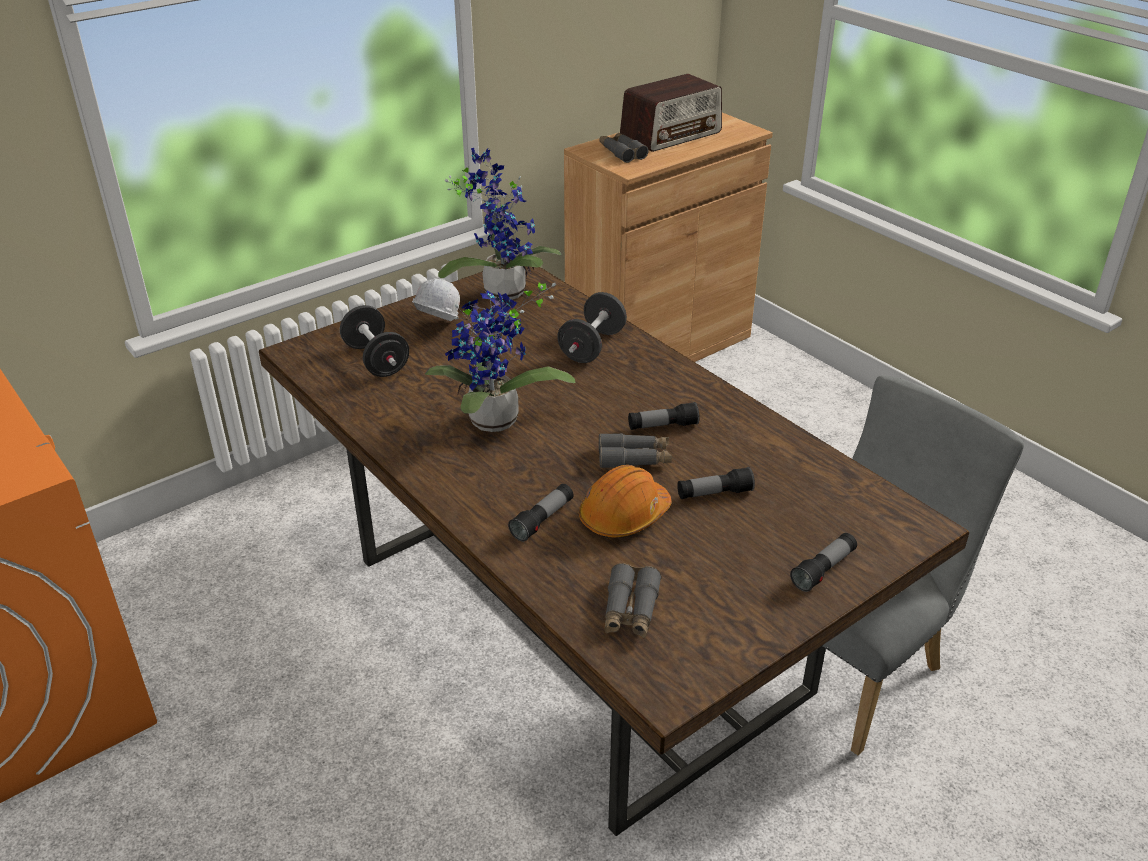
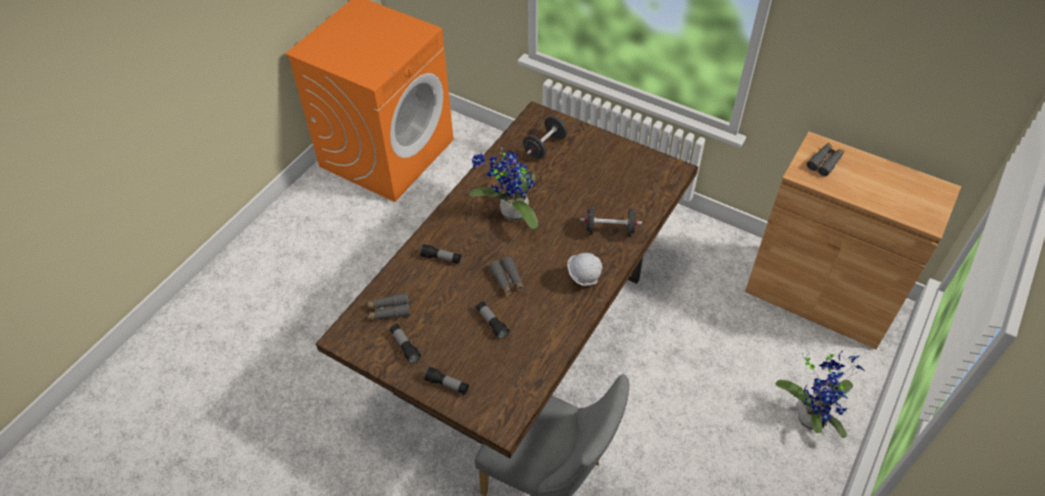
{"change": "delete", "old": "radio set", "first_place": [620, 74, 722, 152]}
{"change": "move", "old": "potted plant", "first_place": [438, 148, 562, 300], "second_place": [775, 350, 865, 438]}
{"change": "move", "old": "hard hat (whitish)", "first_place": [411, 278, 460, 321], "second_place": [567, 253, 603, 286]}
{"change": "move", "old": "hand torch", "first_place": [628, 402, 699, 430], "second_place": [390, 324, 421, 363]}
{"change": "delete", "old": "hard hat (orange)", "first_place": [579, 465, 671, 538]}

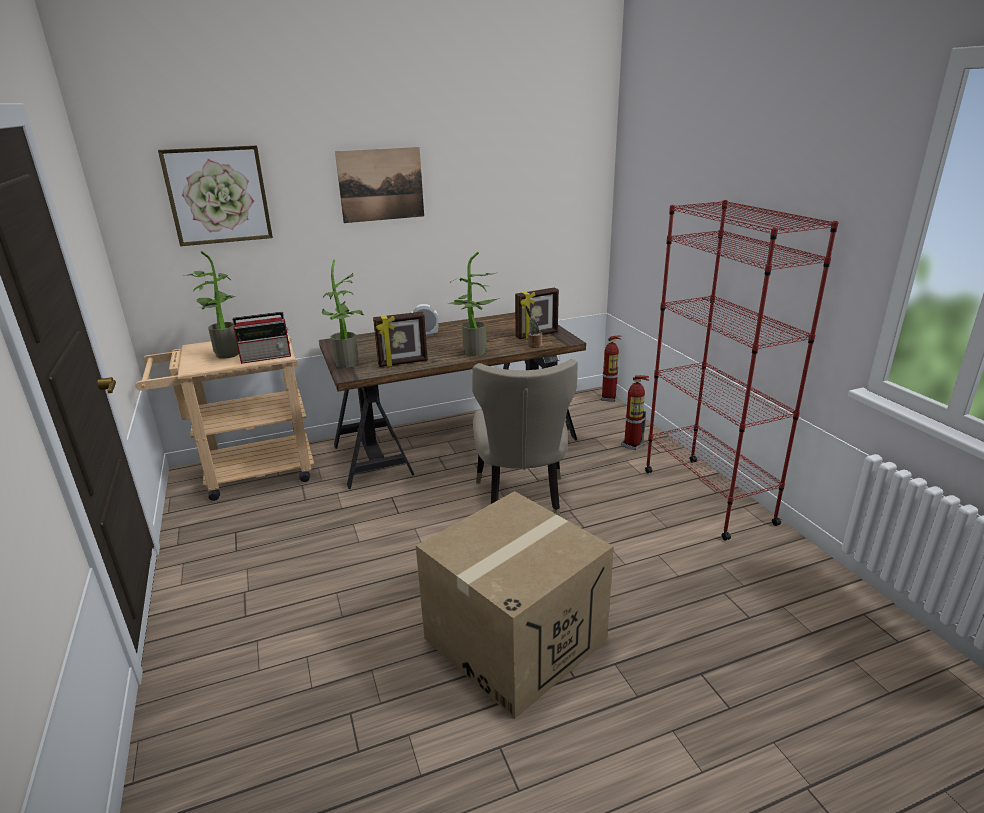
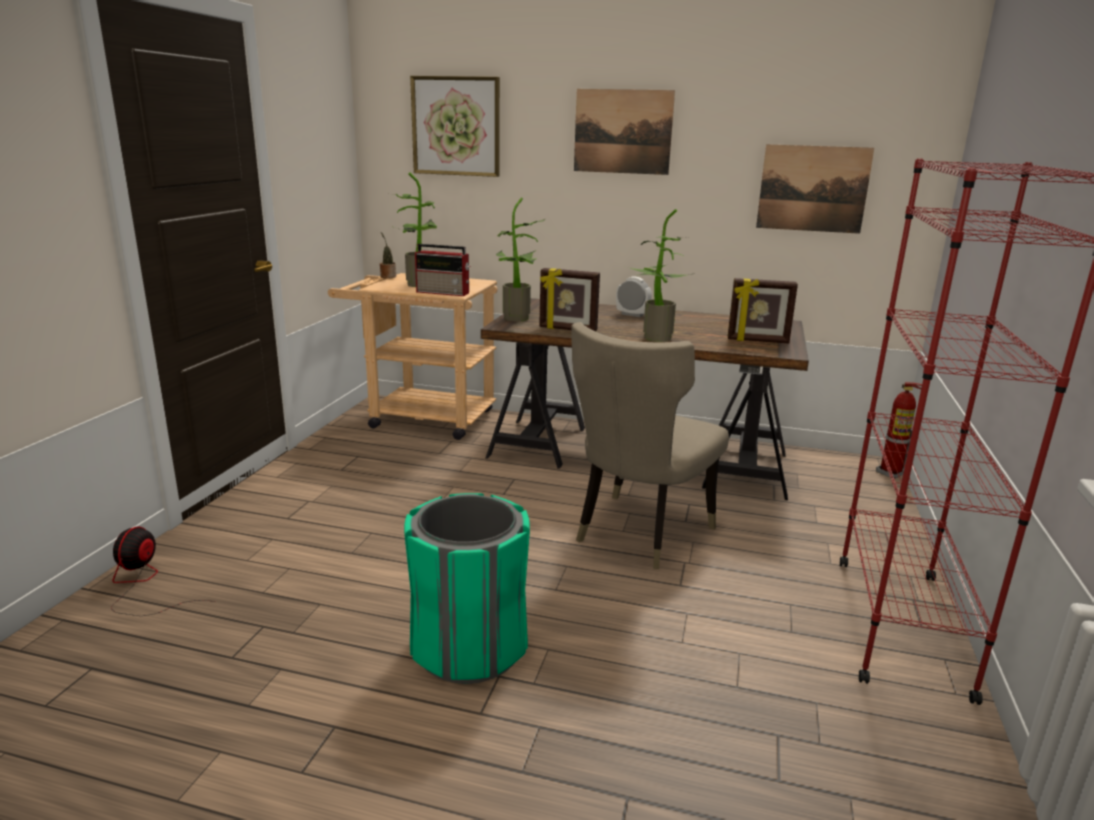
{"change": "move", "old": "potted plant", "first_place": [525, 306, 542, 348], "second_place": [380, 232, 396, 278]}
{"change": "delete", "old": "extinguisher", "first_place": [621, 375, 649, 450]}
{"change": "replace", "old": "packing box", "new": "waste bin (green-coloured)", "first_place": [416, 491, 614, 719], "second_place": [404, 493, 530, 684]}
{"change": "insert", "new": "wall picture", "second_place": [756, 144, 874, 234]}
{"change": "insert", "new": "fan", "second_place": [111, 526, 216, 616]}

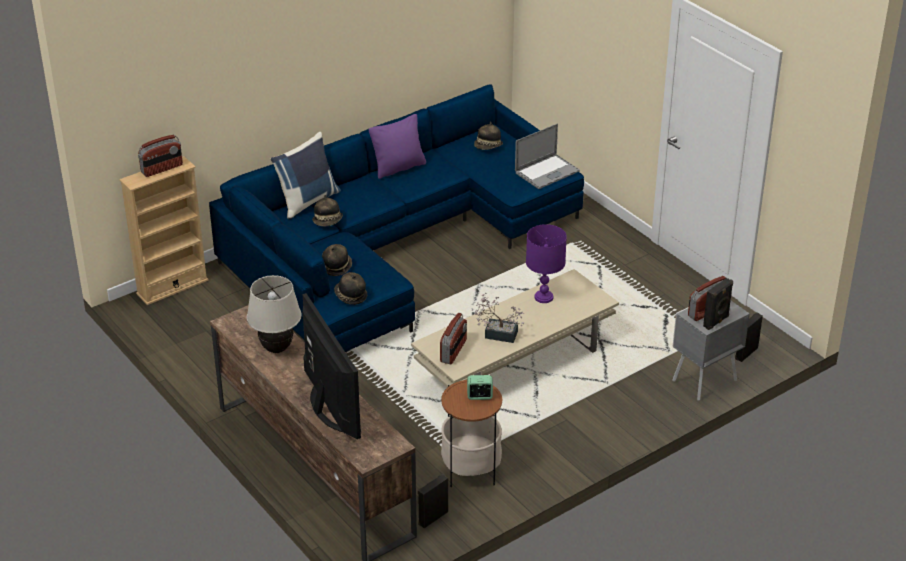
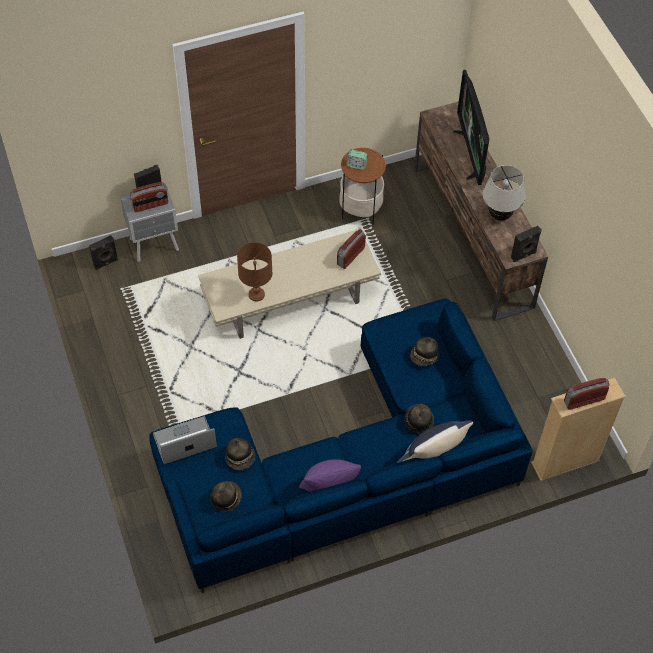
{"change": "recolor", "old": "table lamp (purple)", "new": "table lamp (brownish)", "first_place": [526, 224, 567, 303], "second_place": [237, 242, 272, 301]}
{"change": "move", "old": "hat", "first_place": [334, 272, 367, 305], "second_place": [225, 438, 255, 470]}
{"change": "delete", "old": "potted plant", "first_place": [475, 293, 525, 343]}
{"change": "move", "old": "loudspeaker (black)", "first_place": [418, 474, 448, 528], "second_place": [511, 226, 542, 262]}

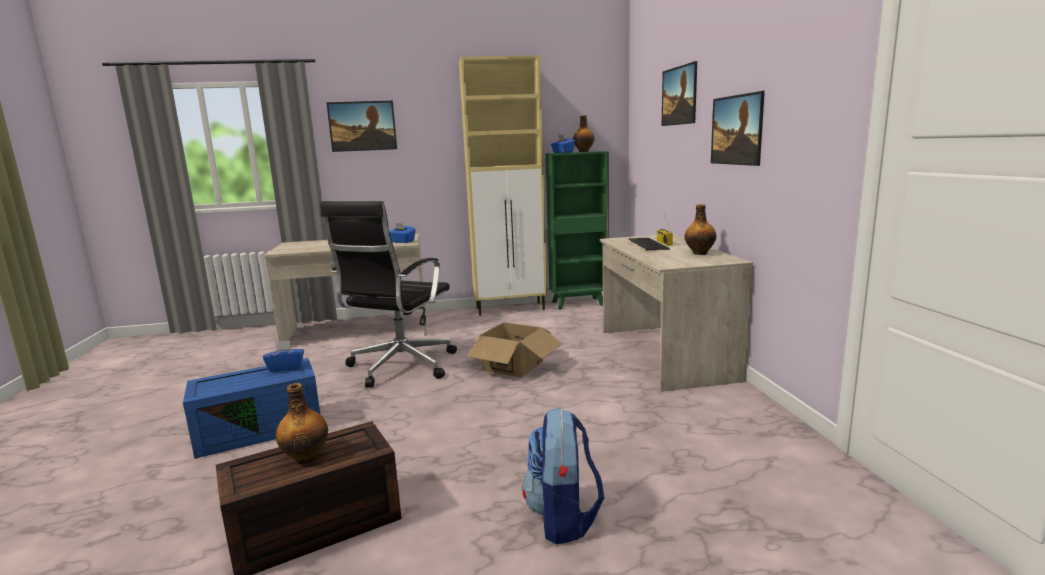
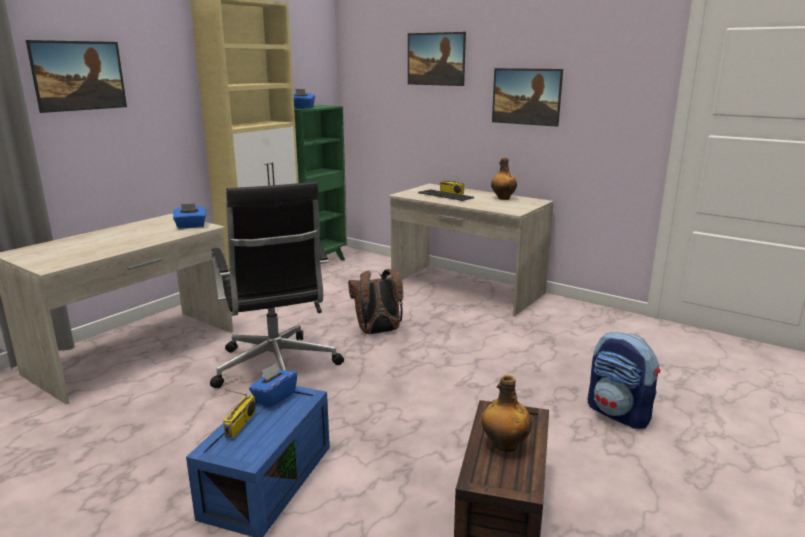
{"change": "delete", "old": "bottle", "first_place": [573, 115, 595, 152]}
{"change": "replace", "old": "packing box", "new": "rucksack (brownish)", "first_place": [463, 322, 562, 378], "second_place": [348, 269, 403, 334]}
{"change": "insert", "new": "radio set", "second_place": [223, 389, 256, 438]}

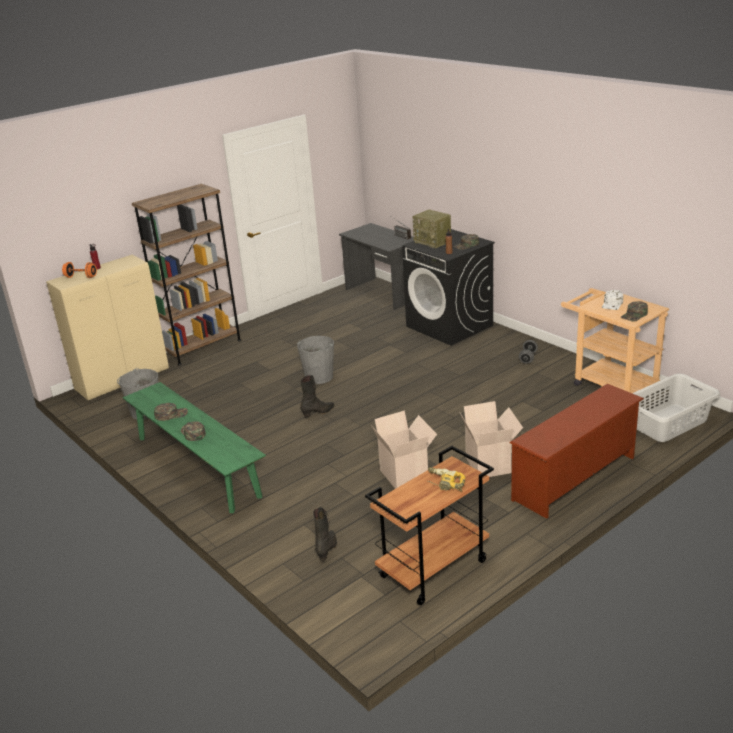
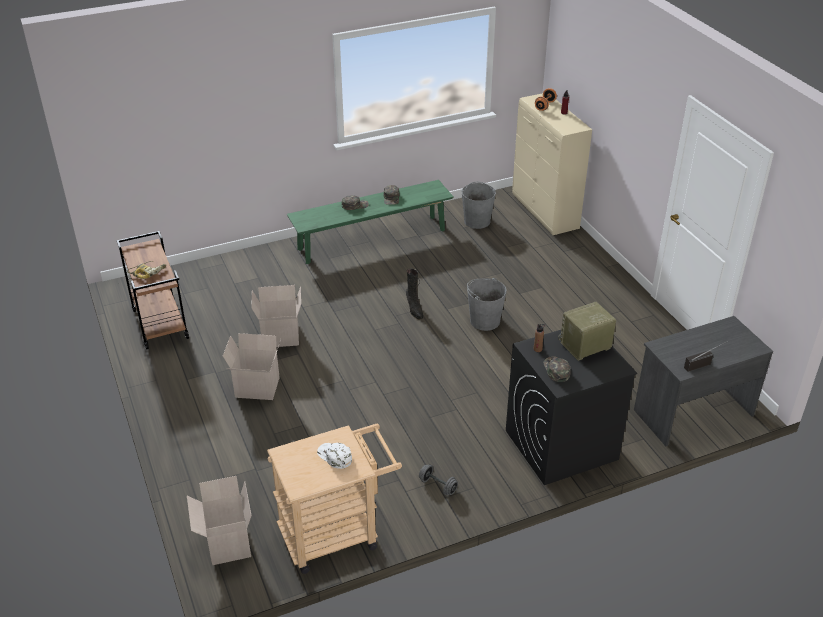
{"change": "delete", "old": "bookcase (brownish)", "first_place": [132, 184, 241, 365]}
{"change": "delete", "old": "baseball cap (green-coloured)", "first_place": [621, 301, 648, 322]}
{"change": "replace", "old": "washing basket (greyish)", "new": "packing box", "first_place": [632, 374, 720, 442], "second_place": [187, 476, 252, 565]}
{"change": "delete", "old": "shoe shelf (brownish)", "first_place": [509, 384, 644, 519]}
{"change": "delete", "old": "high-top boot (black)", "first_place": [313, 507, 337, 561]}

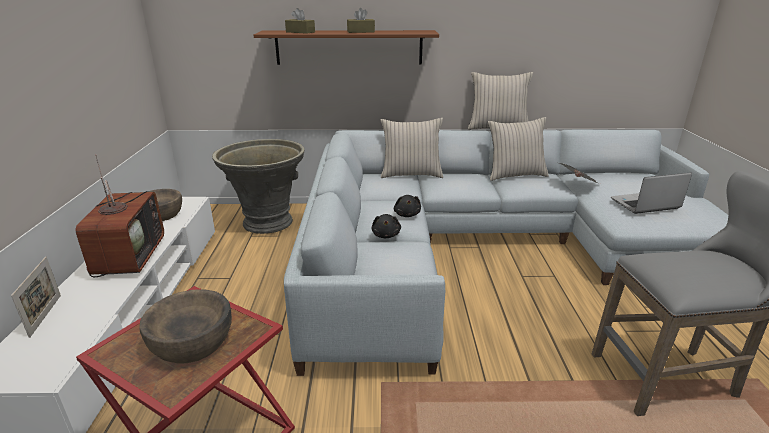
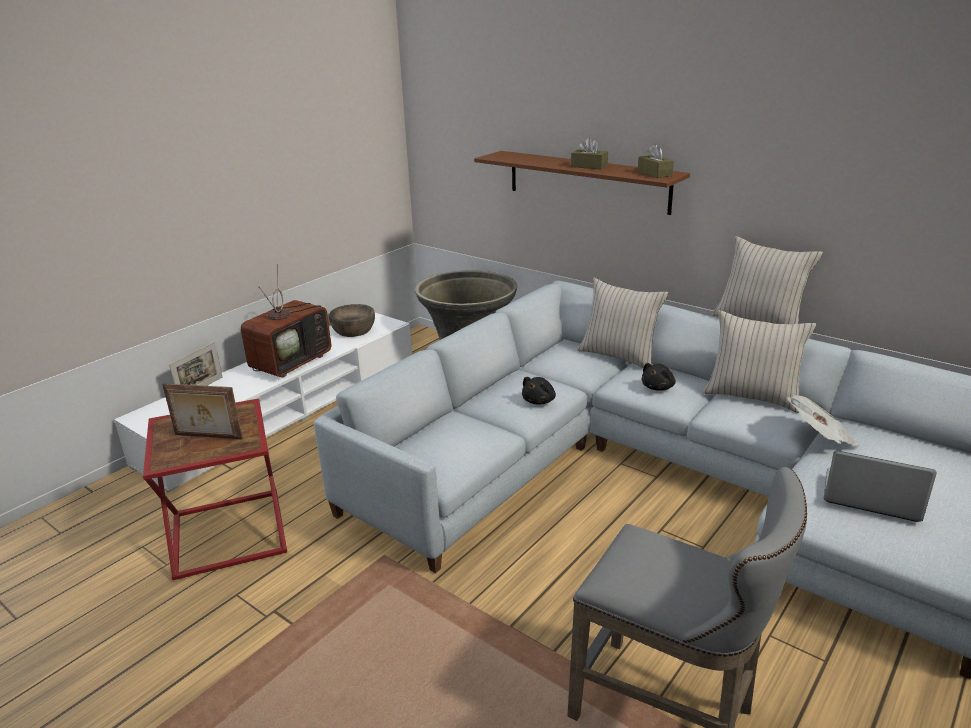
{"change": "move", "old": "tissue holder (brownish)", "first_place": [285, 8, 315, 34], "second_place": [638, 144, 674, 178]}
{"change": "move", "old": "soft toy (black)", "first_place": [371, 214, 401, 238], "second_place": [641, 363, 676, 391]}
{"change": "replace", "old": "bowl (brownish)", "new": "standing frame", "first_place": [139, 289, 232, 364], "second_place": [162, 383, 243, 439]}

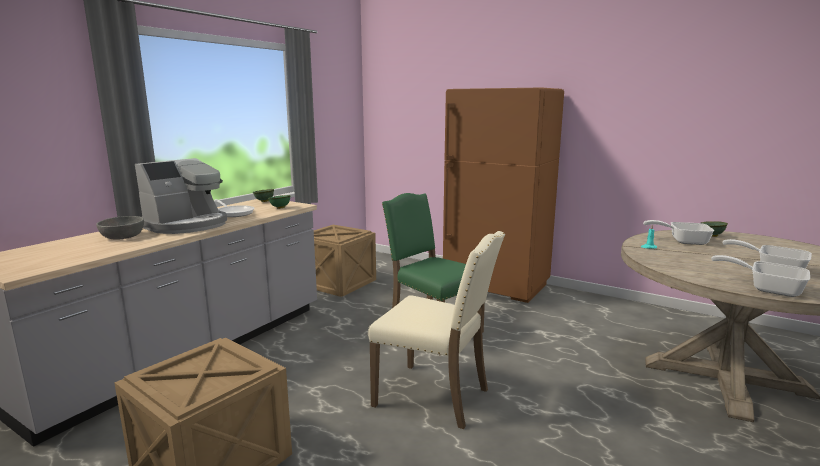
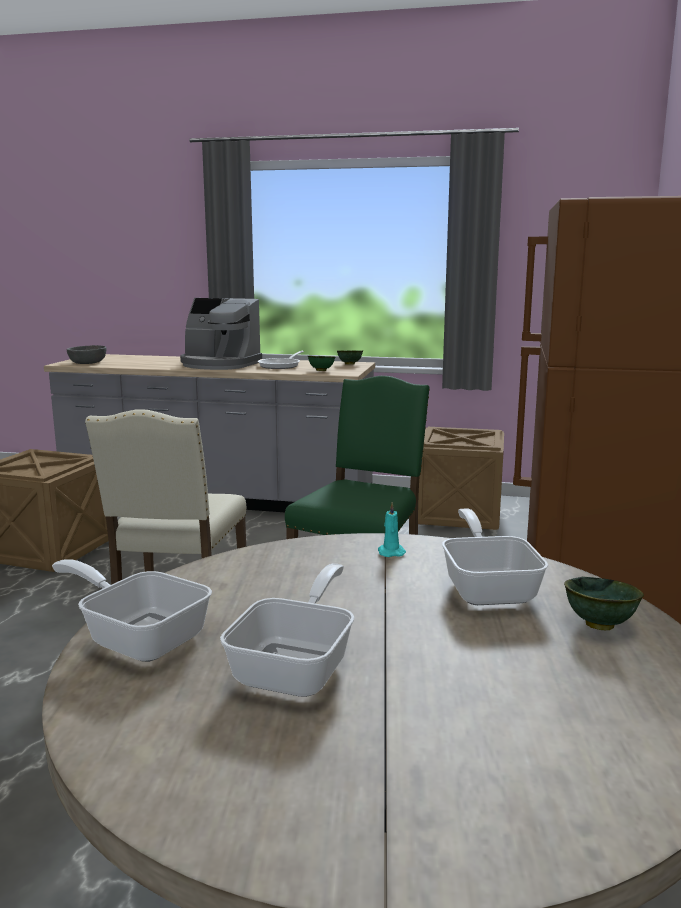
{"change": "move", "old": "bowl (greyish)", "first_place": [96, 216, 144, 240], "second_place": [66, 345, 107, 364]}
{"change": "rotate", "old": "skillet", "first_place": [711, 255, 810, 297], "second_place": [52, 559, 212, 662], "degrees": -75}

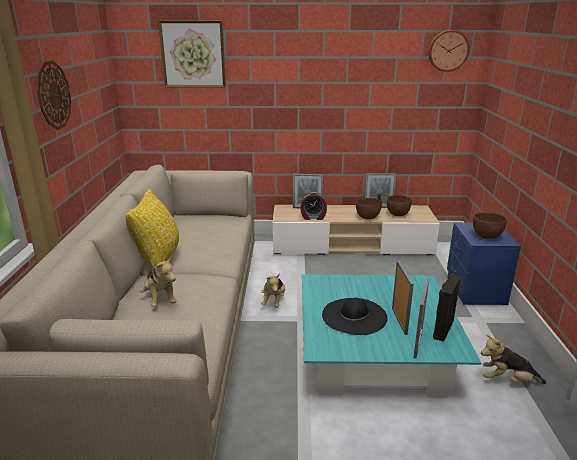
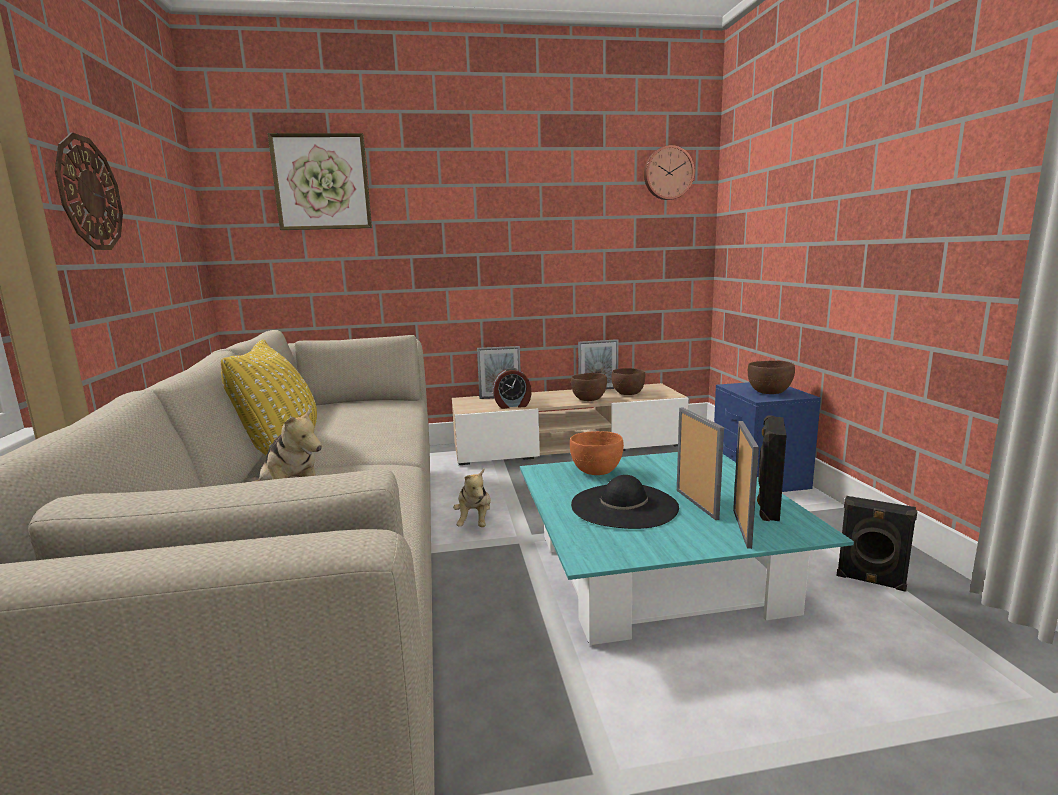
{"change": "replace", "old": "soft toy", "new": "loudspeaker (black)", "first_place": [481, 334, 546, 384], "second_place": [836, 496, 917, 592]}
{"change": "insert", "new": "bowl (orange)", "second_place": [570, 431, 624, 475]}

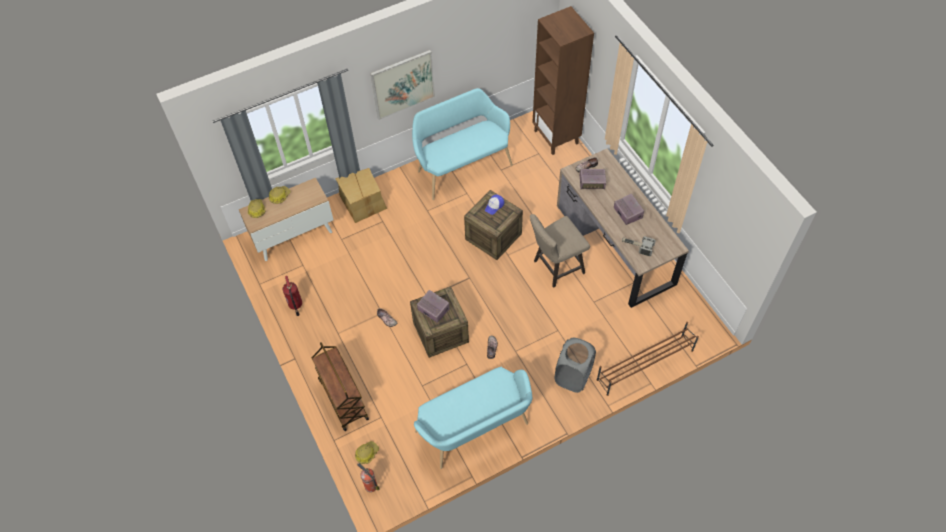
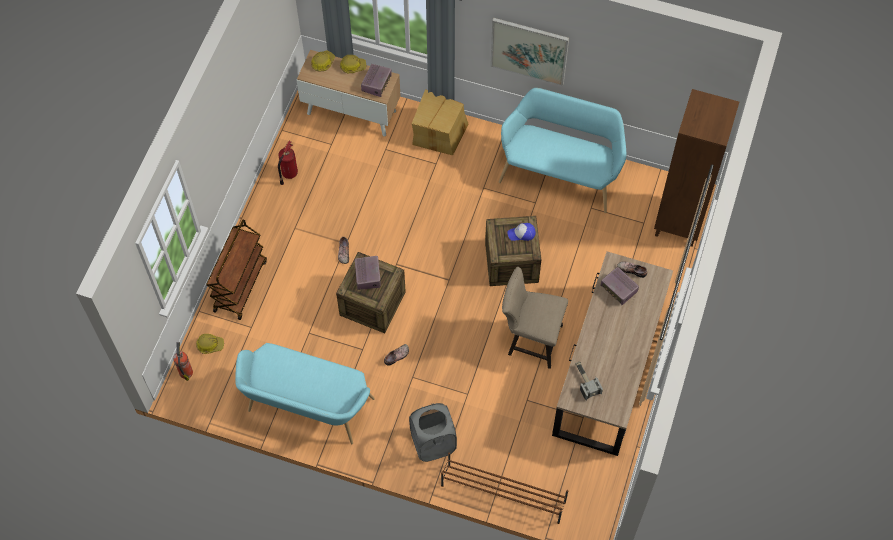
{"change": "move", "old": "radio set", "first_place": [614, 194, 644, 225], "second_place": [361, 64, 392, 97]}

